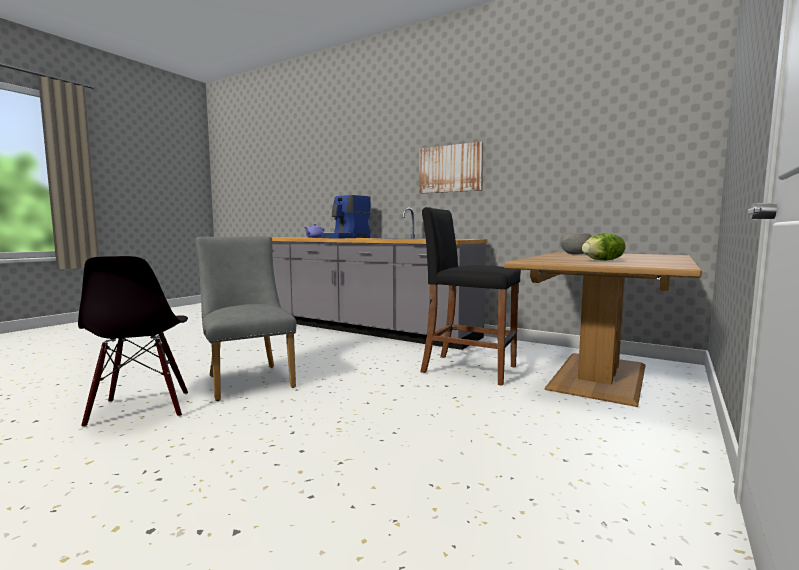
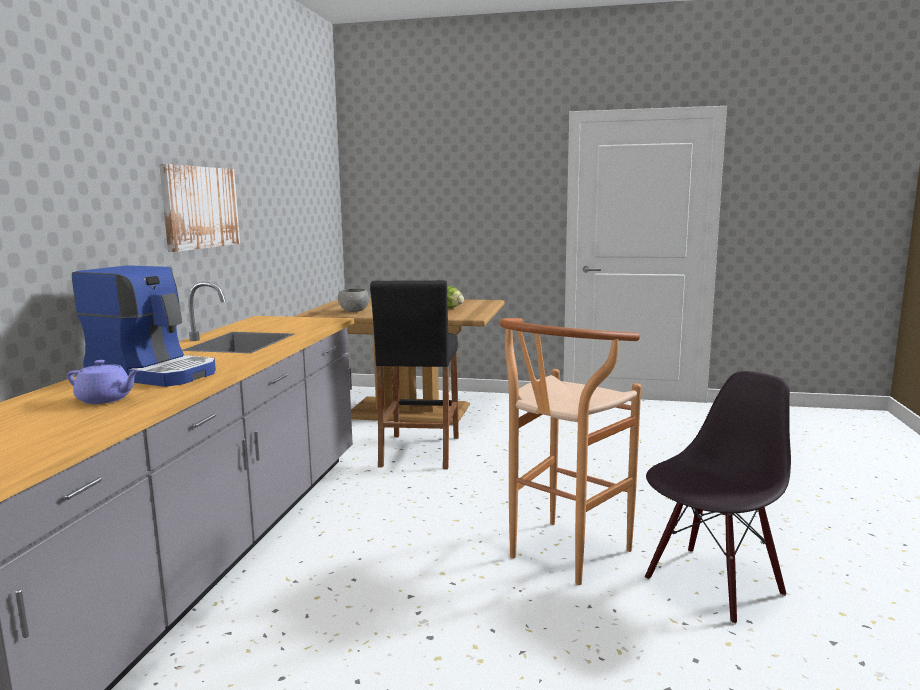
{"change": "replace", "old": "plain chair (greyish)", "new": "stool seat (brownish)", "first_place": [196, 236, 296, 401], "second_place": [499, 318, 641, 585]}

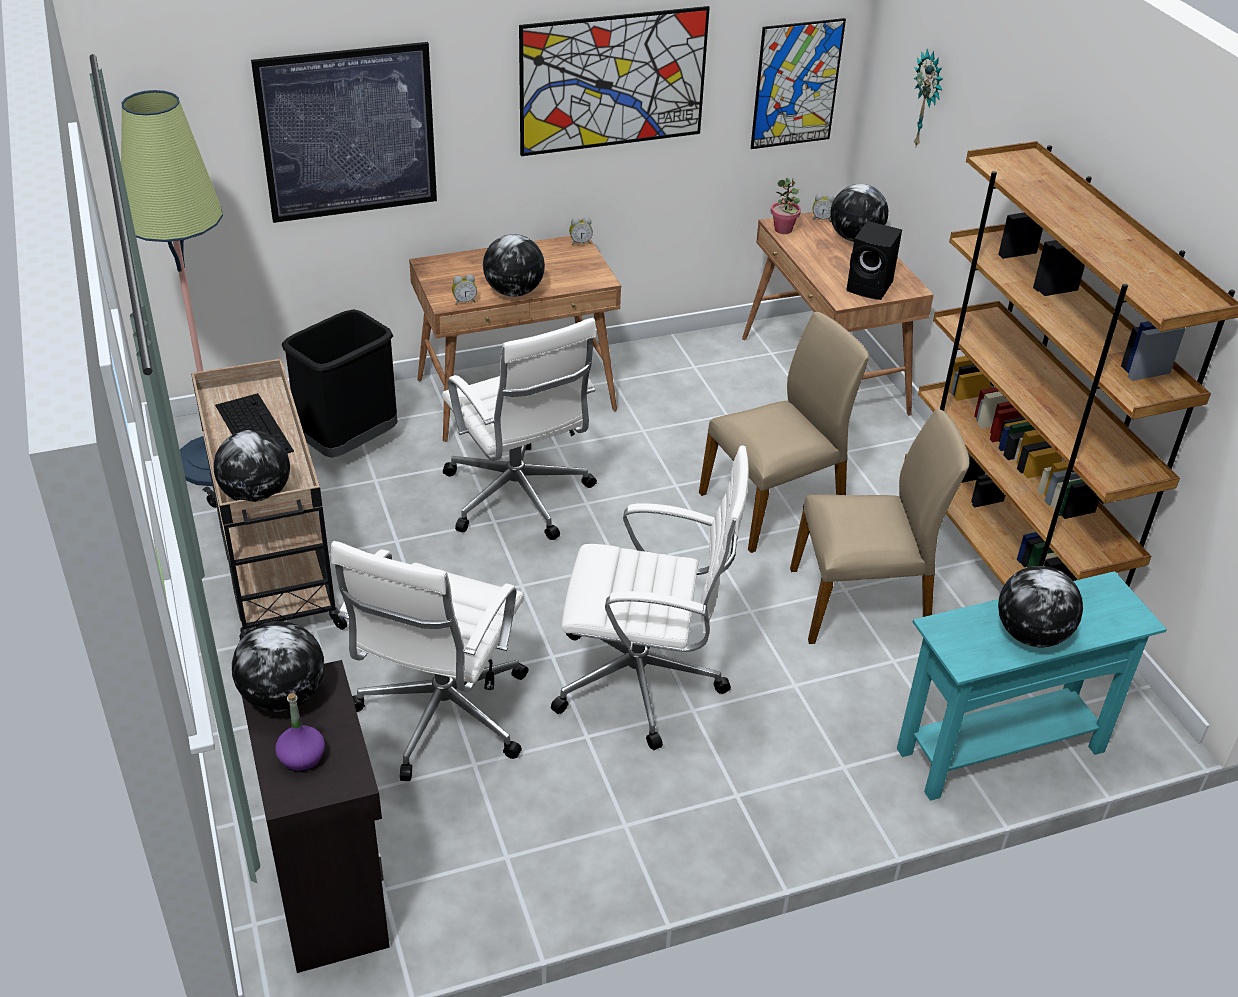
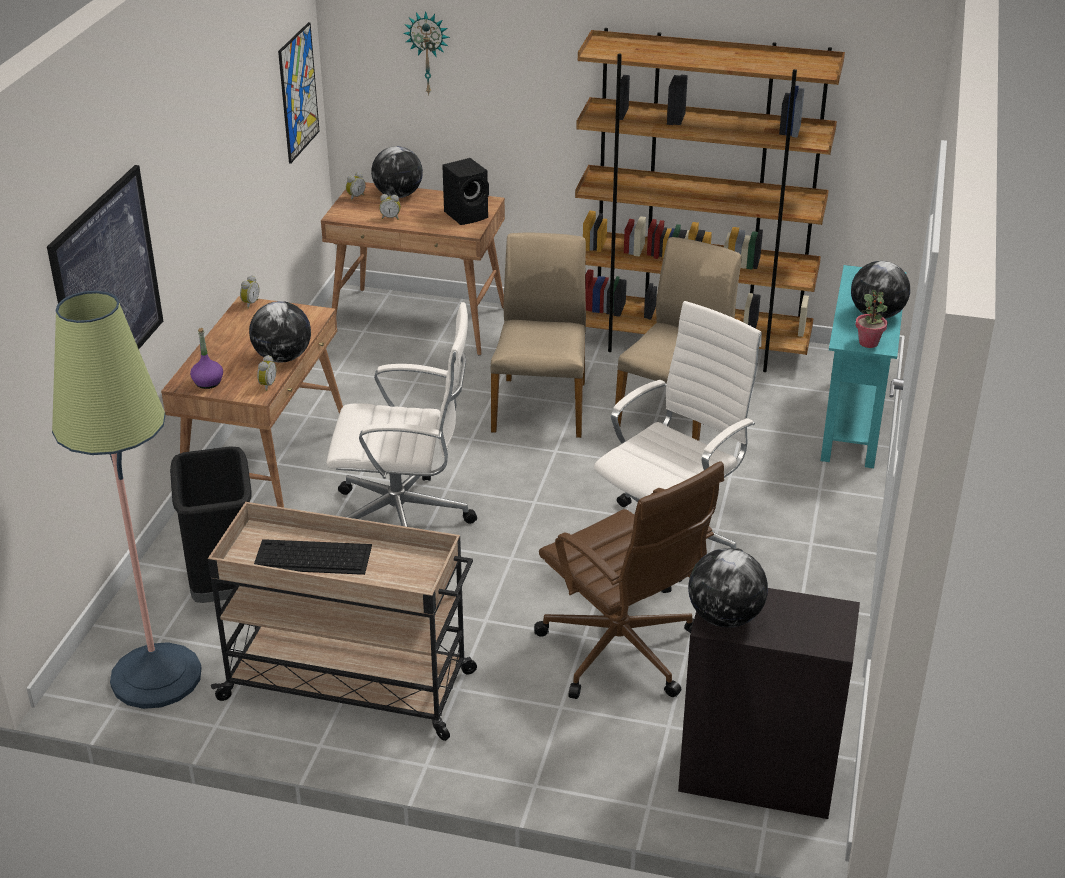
{"change": "delete", "old": "wall picture", "first_place": [519, 6, 710, 156]}
{"change": "move", "old": "potted plant", "first_place": [771, 178, 801, 234], "second_place": [855, 290, 888, 348]}
{"change": "delete", "old": "globe", "first_place": [213, 430, 290, 502]}
{"change": "recolor", "old": "computer chair (whitish)", "new": "computer chair (brownish)", "first_place": [331, 541, 528, 781], "second_place": [534, 461, 724, 699]}
{"change": "move", "old": "bottle (purple)", "first_place": [275, 693, 325, 772], "second_place": [190, 328, 223, 389]}
{"change": "insert", "new": "bedside clock", "second_place": [379, 194, 401, 220]}

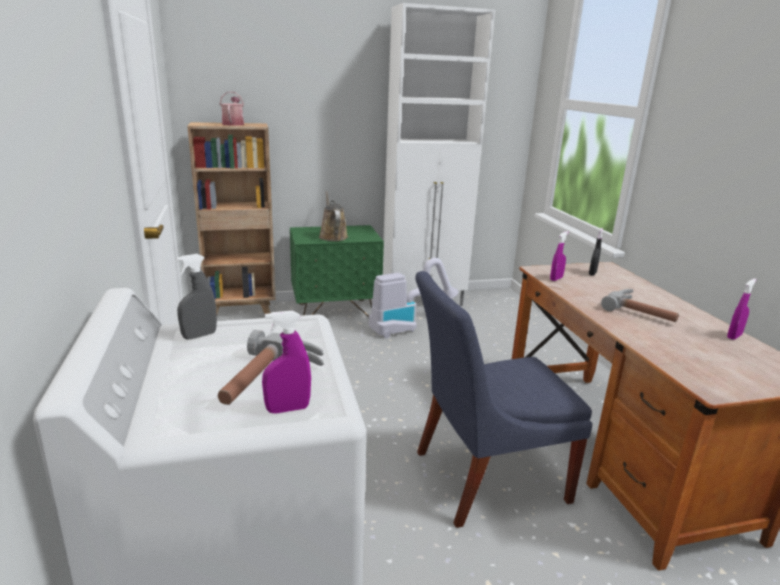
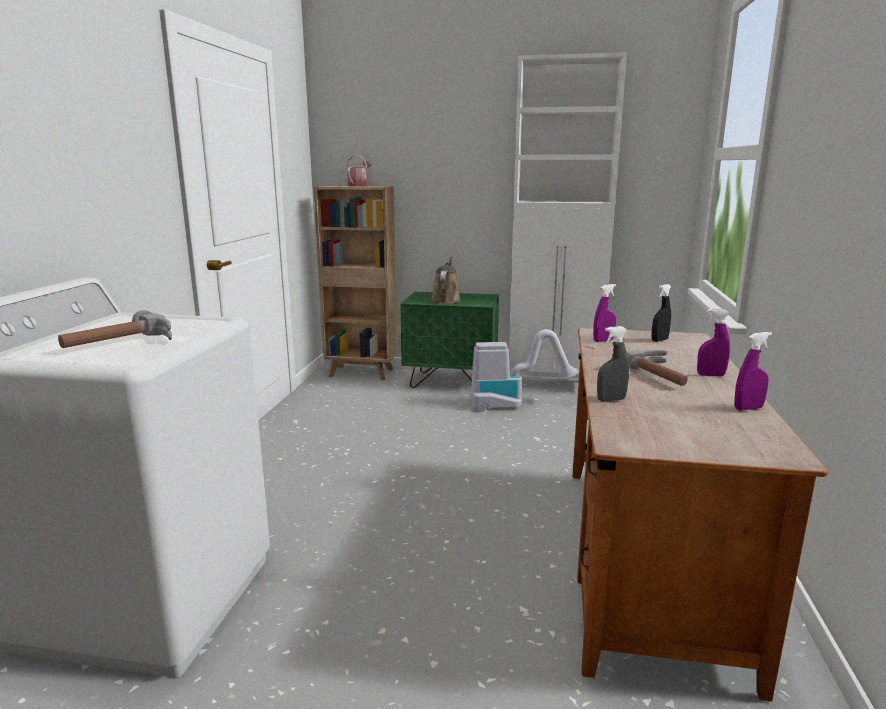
{"change": "move", "old": "spray bottle (greyish)", "first_place": [176, 254, 217, 340], "second_place": [597, 326, 629, 401]}
{"change": "delete", "old": "plain chair (bluish)", "first_place": [415, 271, 592, 528]}
{"change": "move", "old": "spray bottle (purple)", "first_place": [262, 311, 311, 414], "second_place": [697, 309, 730, 376]}

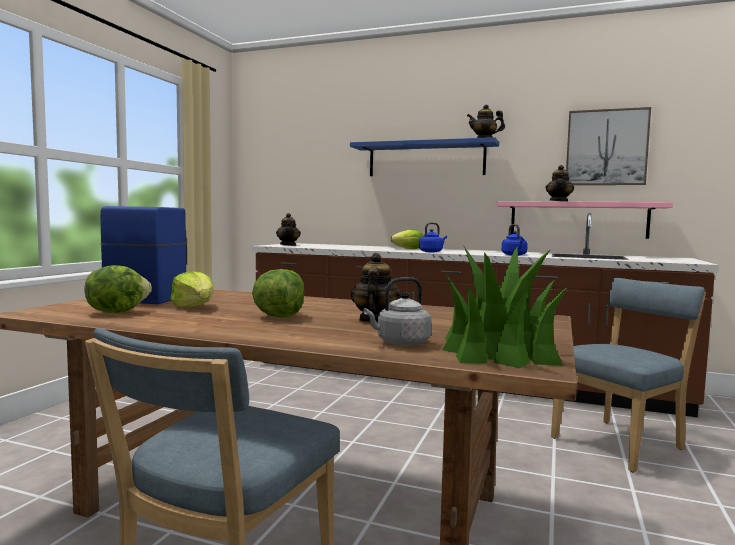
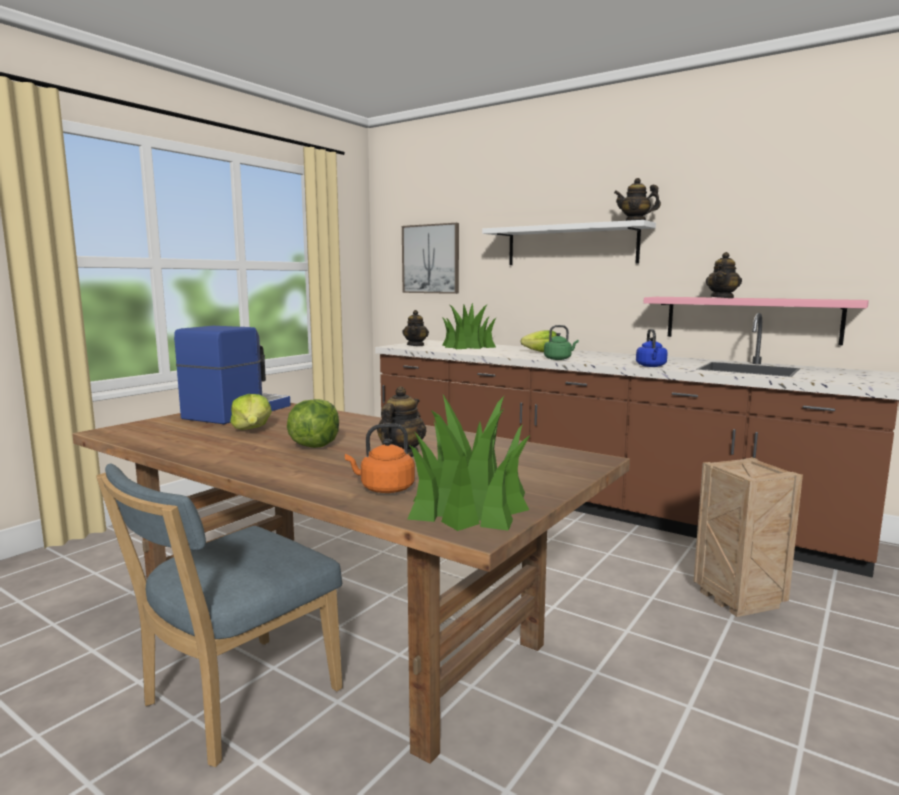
{"change": "move", "old": "wall picture", "first_place": [566, 107, 651, 185], "second_place": [402, 223, 459, 294]}
{"change": "recolor", "old": "bracket shelf (bluish)", "new": "bracket shelf (whitish)", "first_place": [350, 137, 499, 176], "second_place": [482, 220, 656, 265]}
{"change": "recolor", "old": "tea kettle (bluish)", "new": "tea kettle (green-coloured)", "first_place": [419, 222, 447, 252], "second_place": [544, 325, 579, 360]}
{"change": "delete", "old": "lettuce", "first_place": [84, 265, 152, 313]}
{"change": "recolor", "old": "tea kettle (greyish)", "new": "tea kettle (orange)", "first_place": [364, 277, 431, 346], "second_place": [345, 423, 415, 493]}
{"change": "replace", "old": "plain chair (bluish)", "new": "packing crate", "first_place": [551, 278, 706, 472], "second_place": [693, 457, 803, 617]}
{"change": "insert", "new": "potted plant", "second_place": [441, 303, 496, 349]}

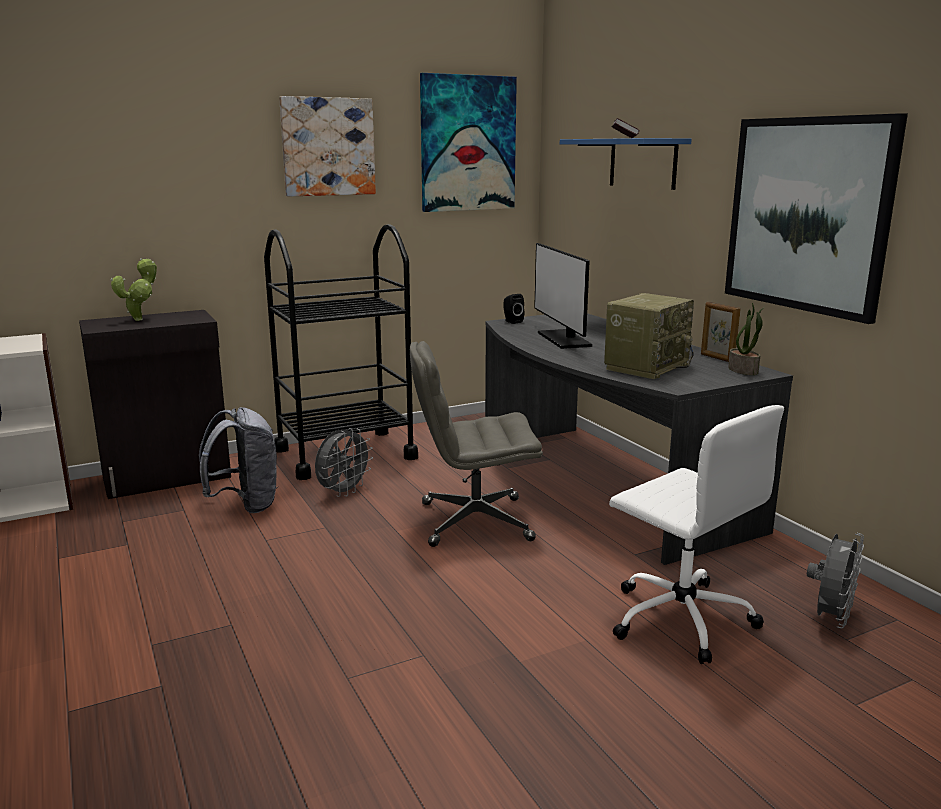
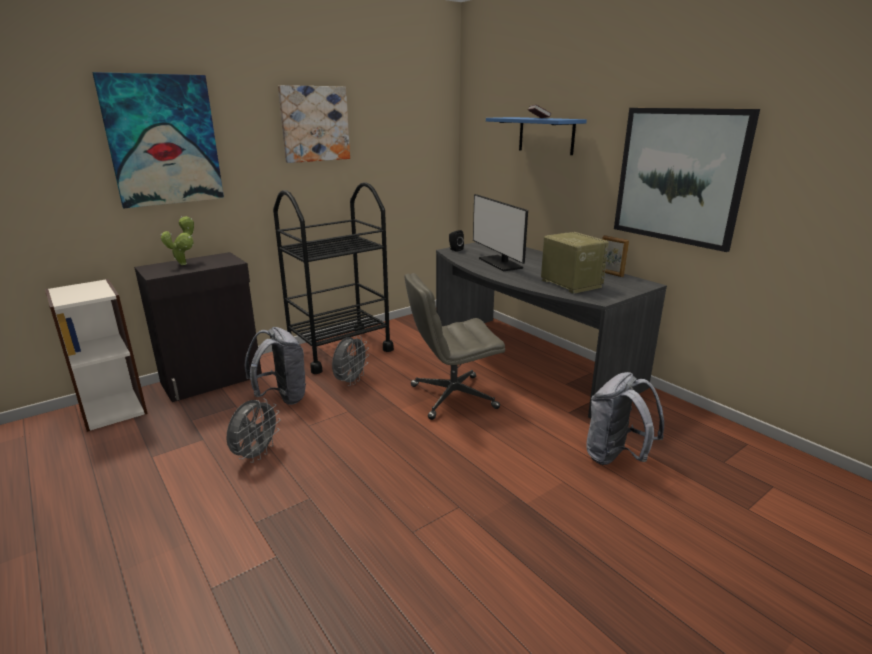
{"change": "move", "old": "wall picture", "first_place": [420, 73, 517, 212], "second_place": [92, 72, 224, 208]}
{"change": "rotate", "old": "radio set", "first_place": [604, 293, 694, 379], "second_place": [541, 232, 609, 294], "degrees": -60}
{"change": "delete", "old": "potted plant", "first_place": [728, 303, 765, 375]}
{"change": "replace", "old": "computer chair (whitish)", "new": "rucksack (greyish)", "first_place": [609, 405, 784, 664], "second_place": [586, 372, 664, 465]}
{"change": "move", "old": "fan (greyish)", "first_place": [807, 533, 864, 628], "second_place": [227, 398, 281, 463]}

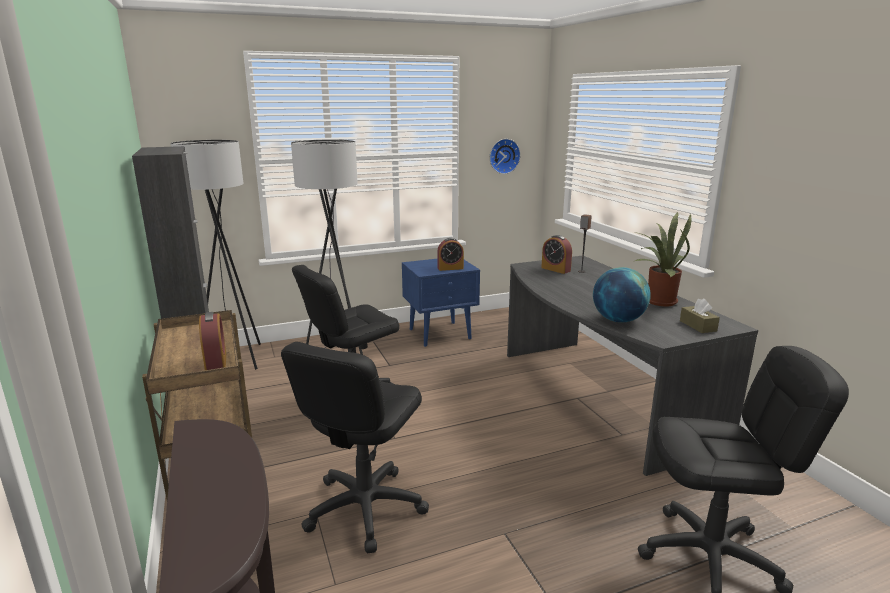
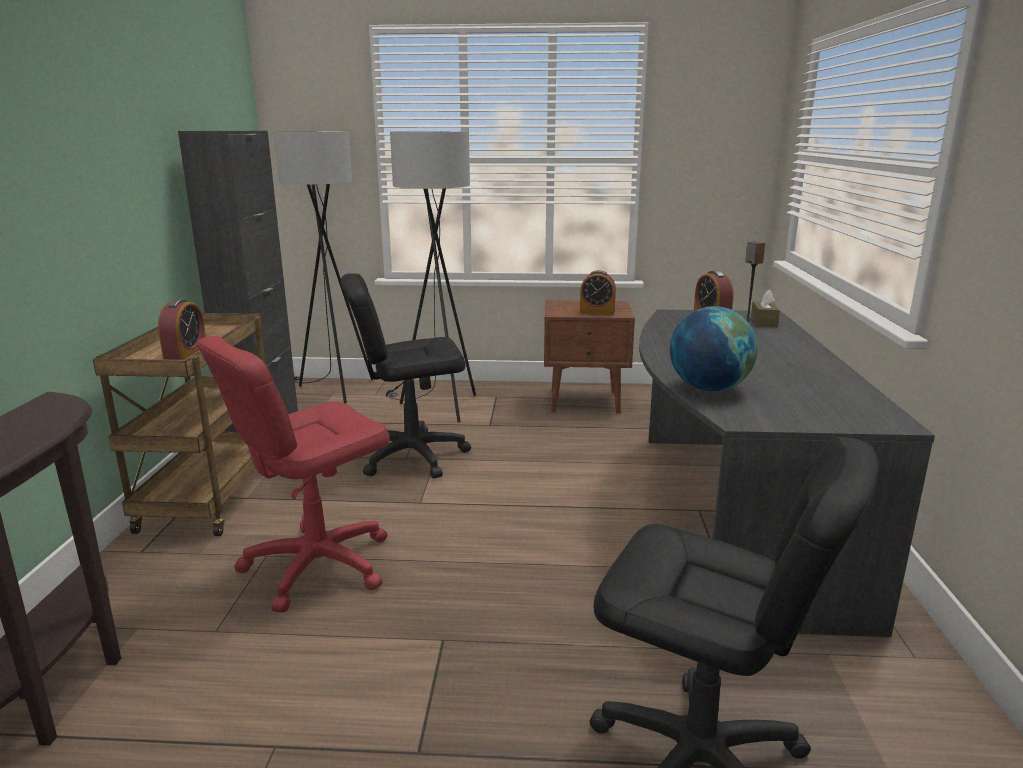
{"change": "delete", "old": "clock on the wall", "first_place": [490, 139, 521, 174]}
{"change": "delete", "old": "potted plant", "first_place": [635, 212, 692, 306]}
{"change": "recolor", "old": "nightstand (bluish)", "new": "nightstand (brownish)", "first_place": [402, 259, 480, 347], "second_place": [544, 300, 635, 414]}
{"change": "move", "old": "tissue holder (brownish)", "first_place": [680, 298, 720, 333], "second_place": [751, 290, 780, 327]}
{"change": "recolor", "old": "computer chair (black)", "new": "computer chair (red-coloured)", "first_place": [281, 342, 429, 554], "second_place": [197, 336, 390, 613]}

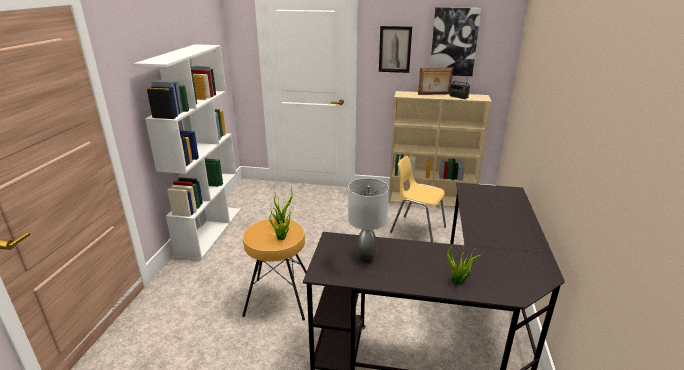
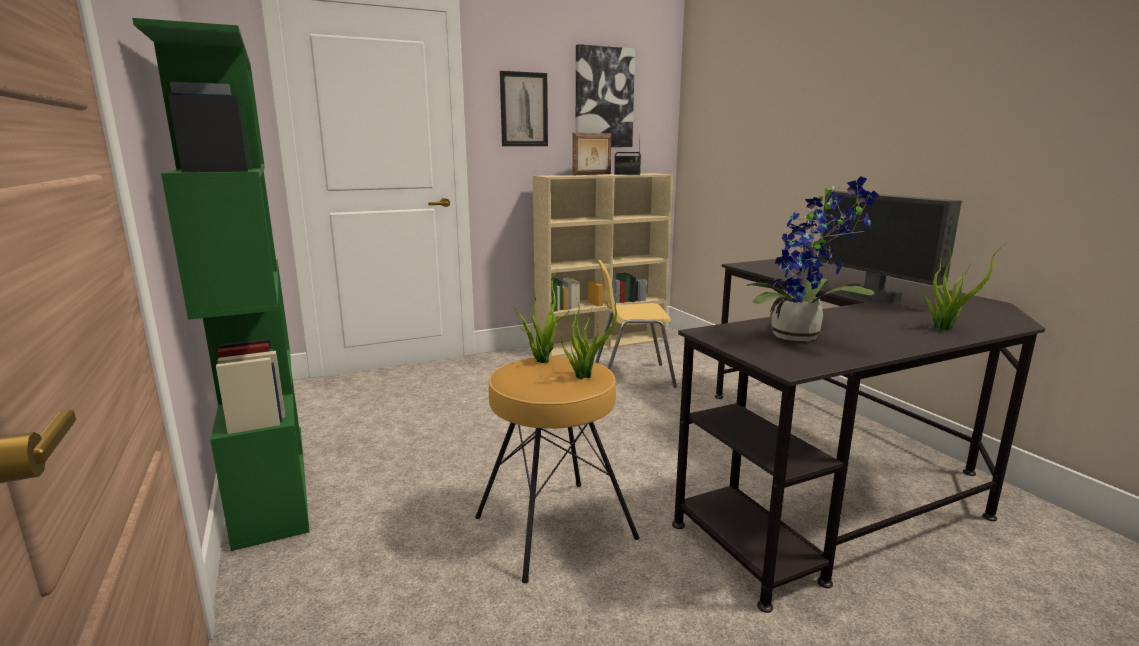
{"change": "recolor", "old": "bookcase (whitish)", "new": "bookcase (green-coloured)", "first_place": [133, 44, 241, 261], "second_place": [132, 18, 310, 551]}
{"change": "replace", "old": "table lamp (greyish)", "new": "potted plant", "first_place": [348, 178, 389, 263], "second_place": [746, 176, 879, 341]}
{"change": "insert", "new": "monitor", "second_place": [818, 191, 962, 303]}

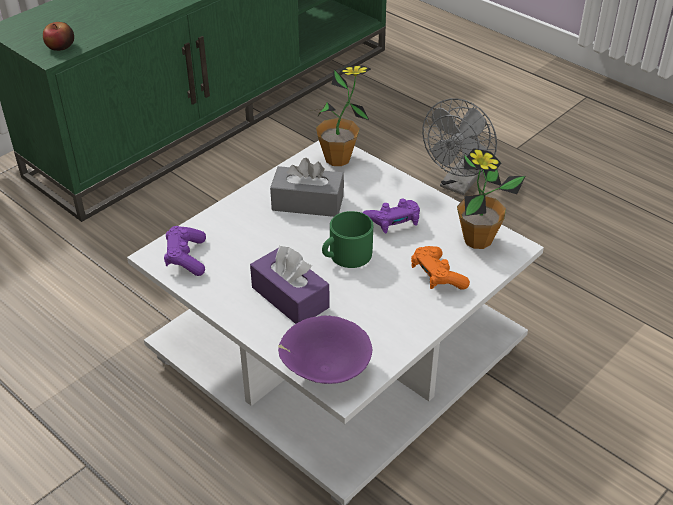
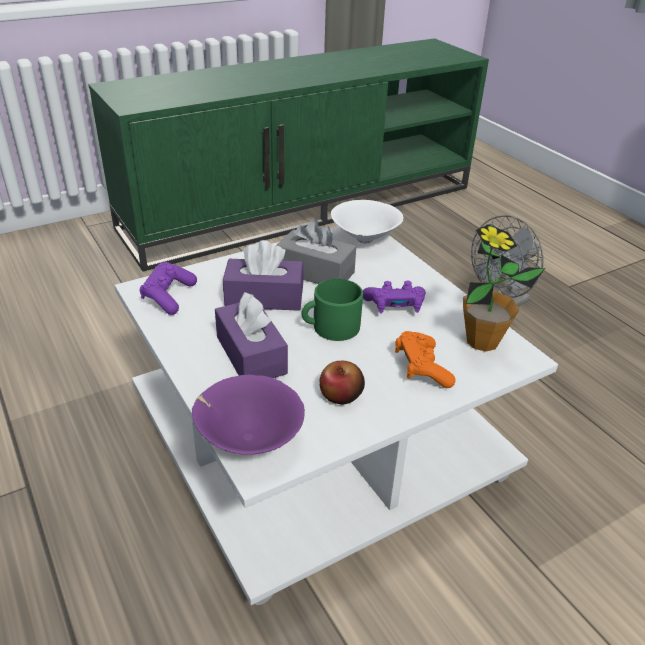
{"change": "move", "old": "apple", "first_place": [43, 22, 74, 51], "second_place": [319, 361, 365, 404]}
{"change": "replace", "old": "potted plant", "new": "bowl (whitish)", "first_place": [311, 65, 371, 166], "second_place": [331, 200, 403, 244]}
{"change": "insert", "new": "tissue holder (purple)", "second_place": [223, 240, 304, 311]}

